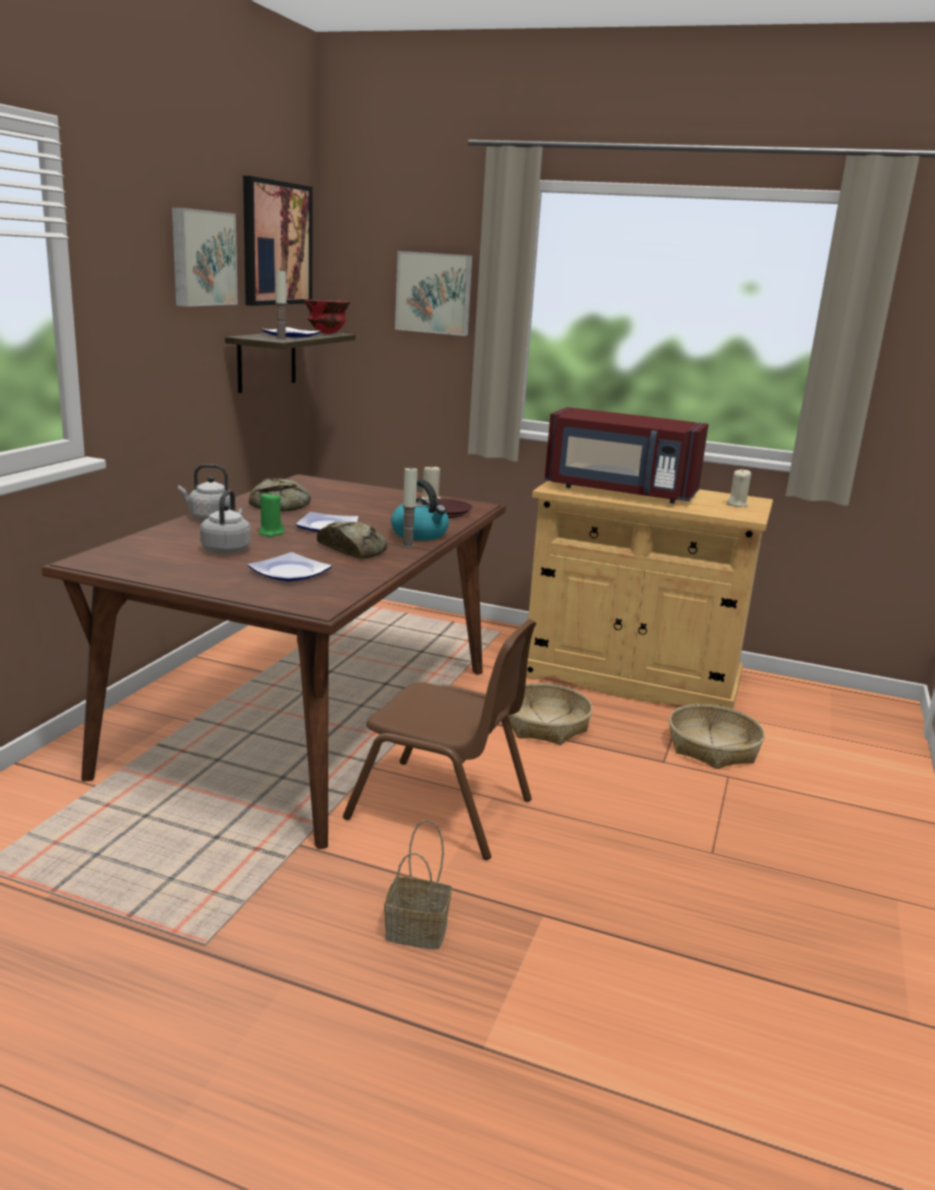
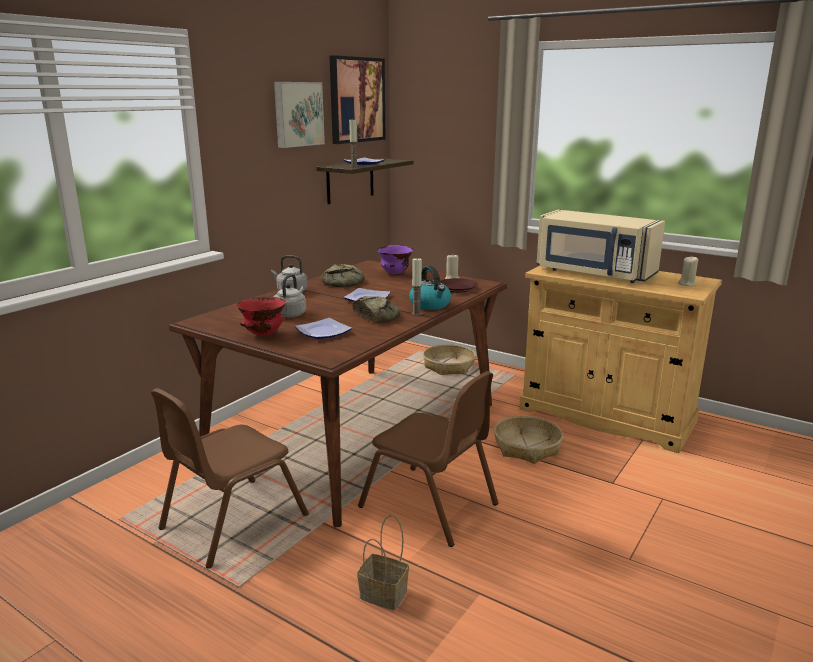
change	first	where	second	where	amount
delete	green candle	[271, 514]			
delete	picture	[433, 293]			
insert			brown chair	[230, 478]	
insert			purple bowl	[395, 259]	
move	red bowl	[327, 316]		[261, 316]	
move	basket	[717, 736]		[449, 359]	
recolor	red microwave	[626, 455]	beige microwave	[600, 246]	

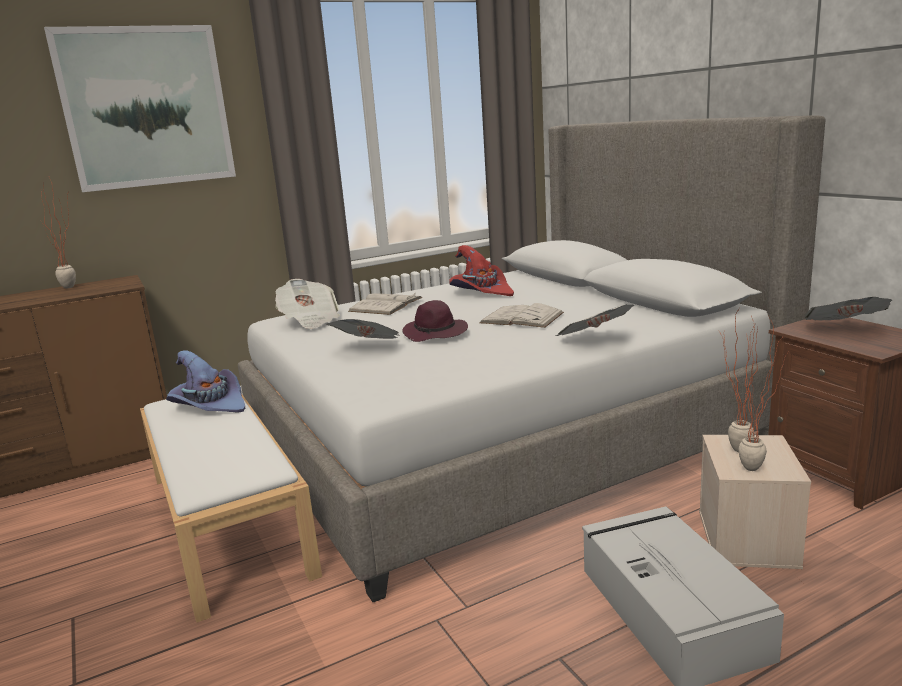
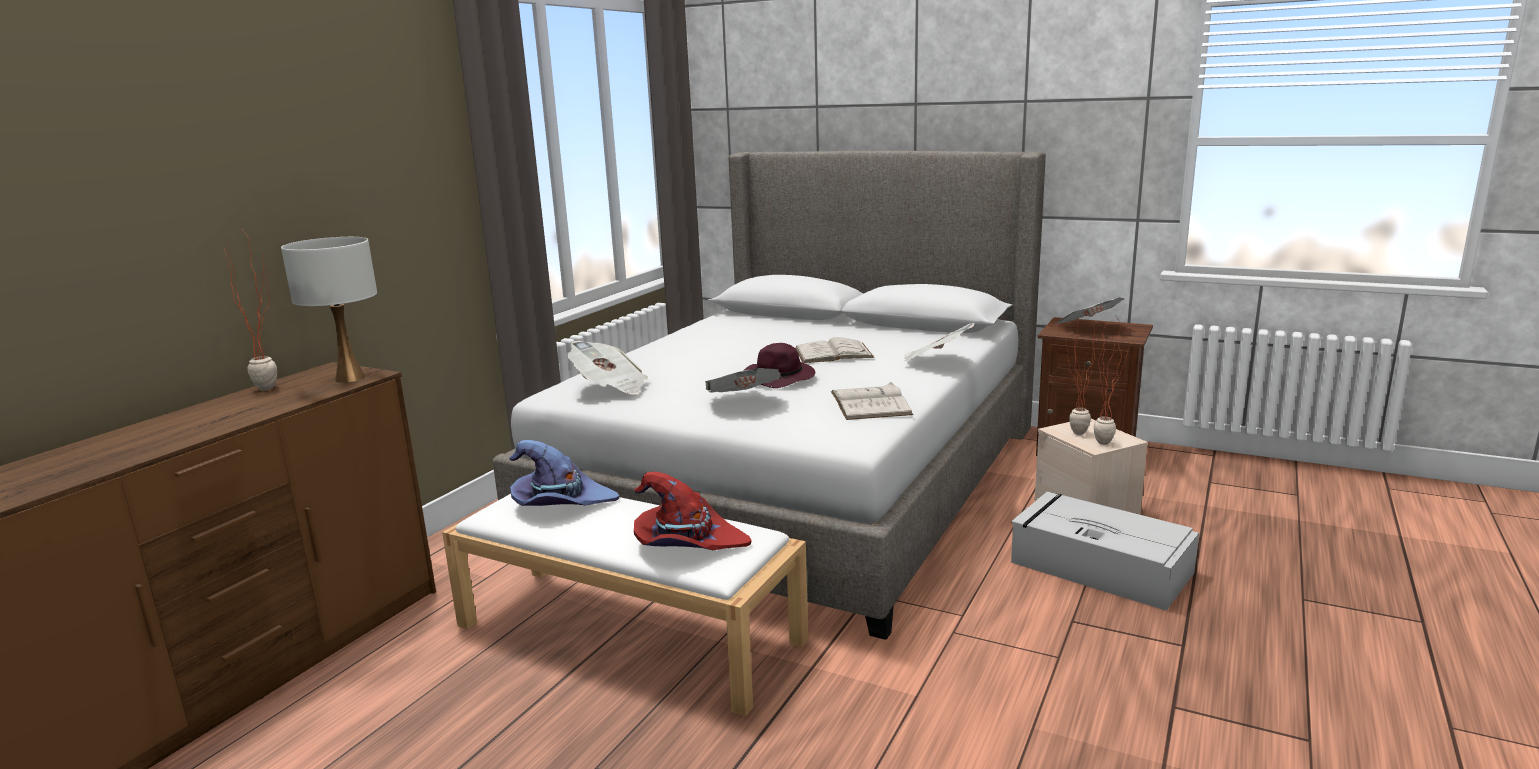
change	first	where	second	where	amount
delete	picture	[140, 108]			
insert			white table lamp	[329, 310]	
move	white book	[385, 304]		[872, 401]	
move	red hat	[481, 270]		[693, 511]	

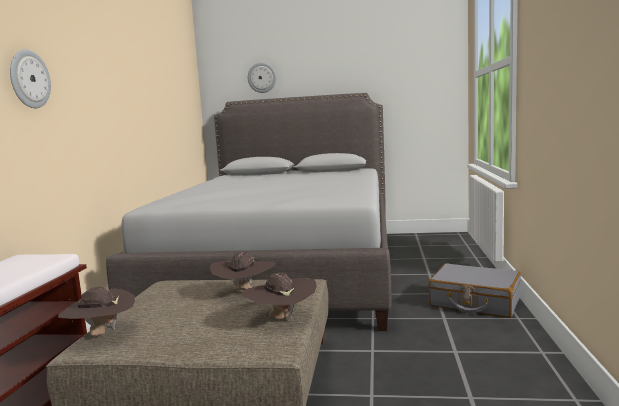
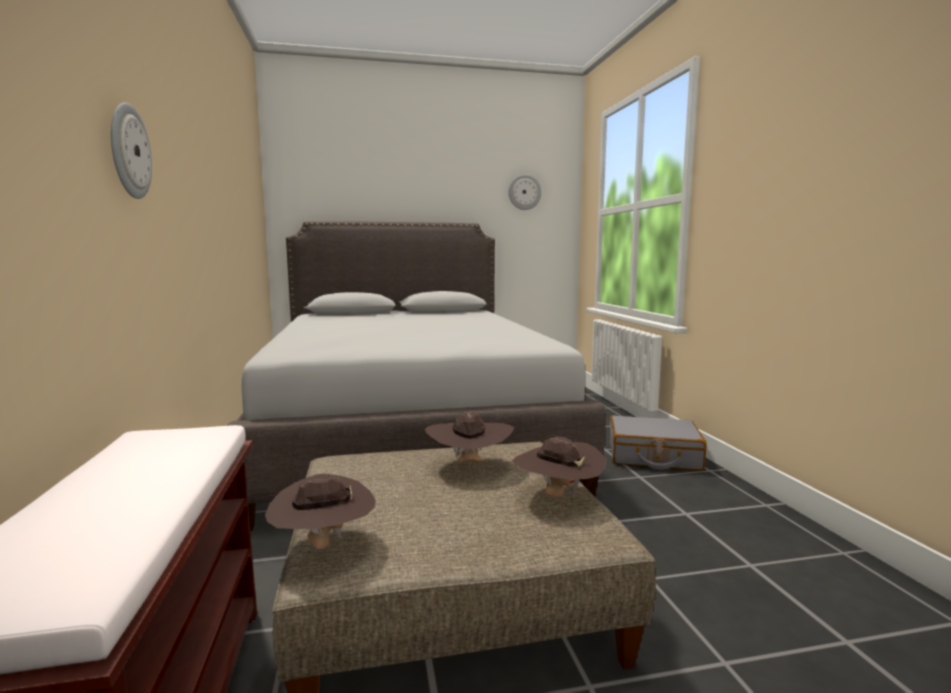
change	first	where	second	where	amount
move	wall clock	[262, 77]		[525, 192]	

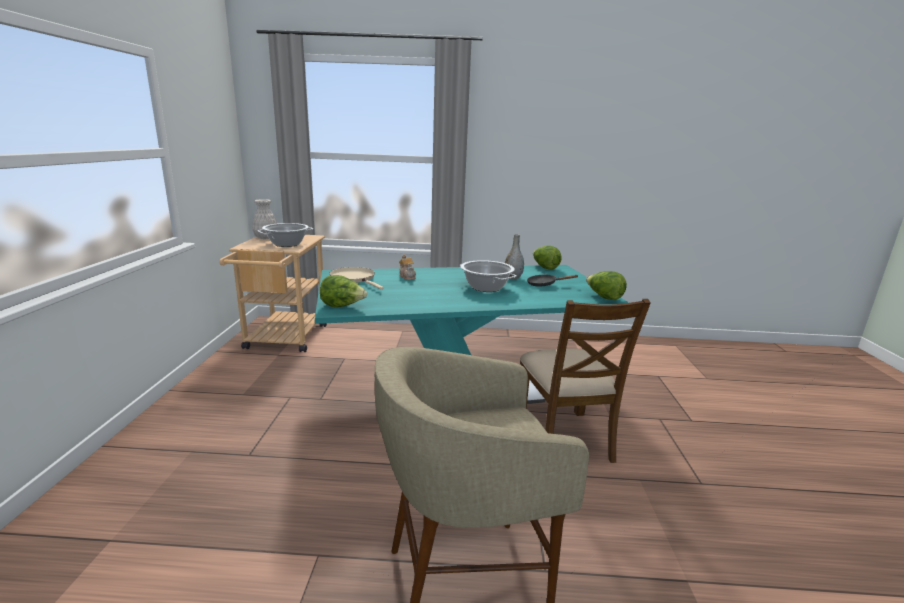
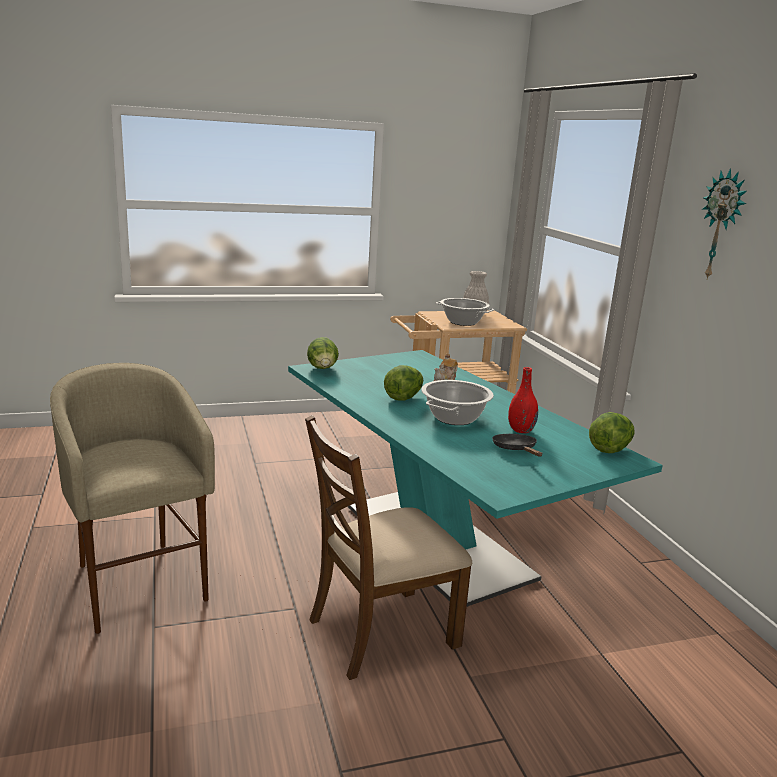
change	first	where	second	where	amount
delete	beige frying pan	[356, 278]			
insert			wall clock	[725, 223]	
move	lettuce	[606, 285]		[403, 383]	
recolor	grey vase	[514, 256]	red vase	[523, 400]	

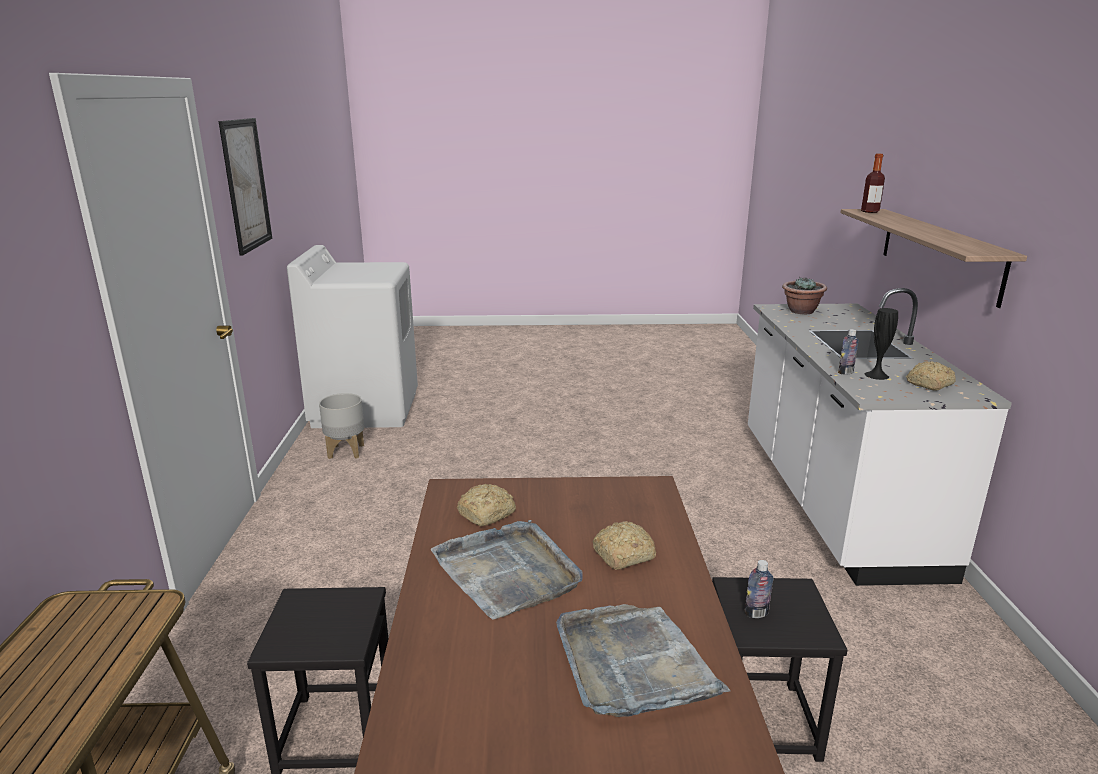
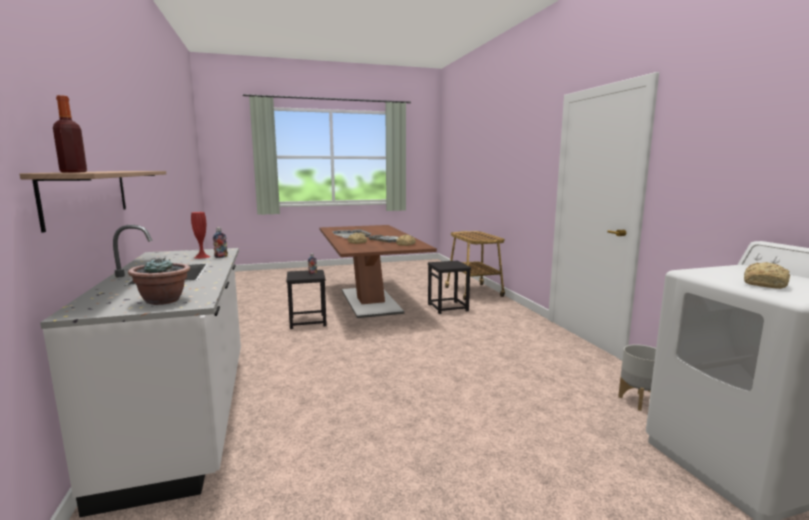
change	first	where	second	where	amount
delete	picture	[245, 187]			
move	bread	[931, 375]		[767, 275]	
recolor	black vase	[881, 344]	red vase	[200, 235]	

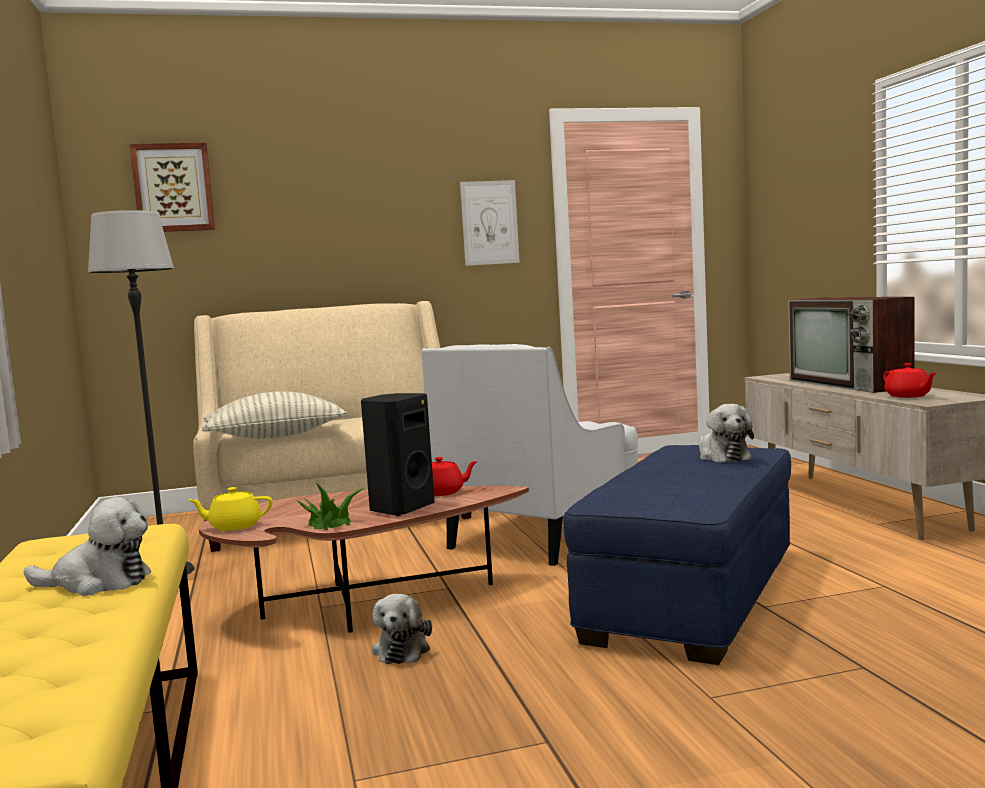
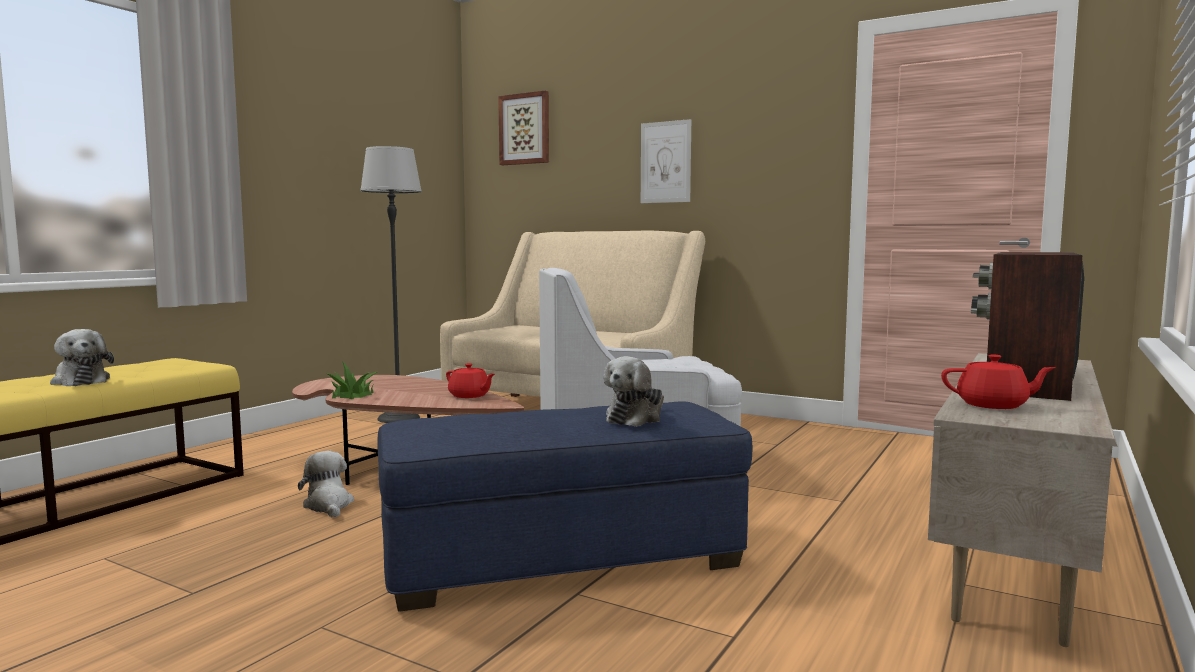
change	first	where	second	where	amount
delete	yellow teapot	[231, 509]			
delete	pillow	[275, 415]			
delete	black speaker	[398, 454]			
move	picture	[490, 223]		[666, 161]	
rotate	plush toy	[402, 629]		[326, 484]	105 degrees clockwise
rotate	red teapot	[909, 380]		[998, 381]	105 degrees counterclockwise

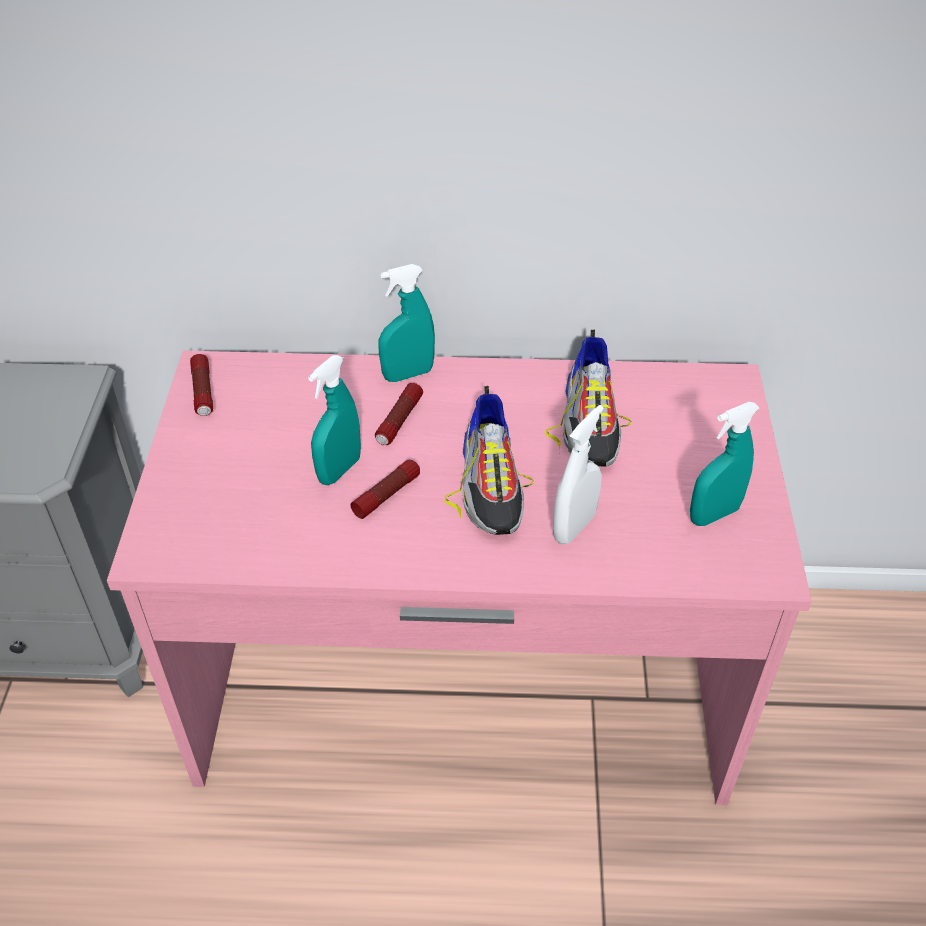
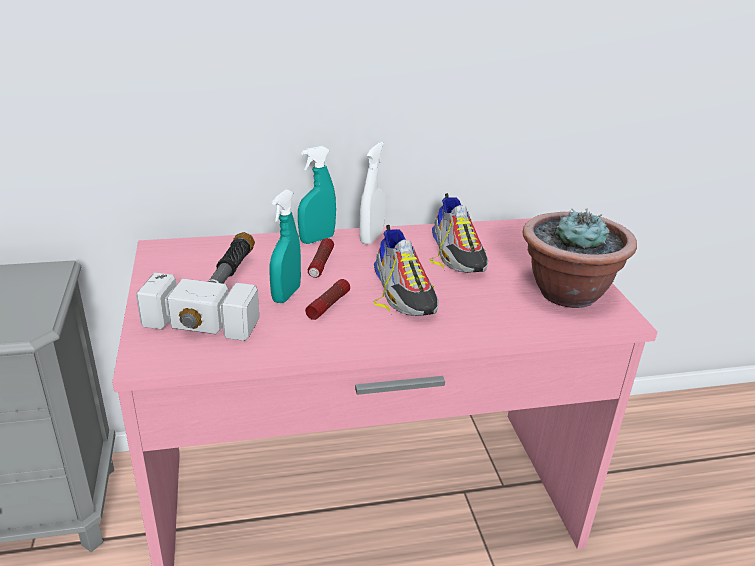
change	first	where	second	where	amount
delete	flashlight	[201, 385]			
insert			hammer	[197, 286]	
move	white spray bottle	[578, 474]		[372, 193]	
replace	turquoise spray bottle	[725, 464]	potted plant	[580, 258]	

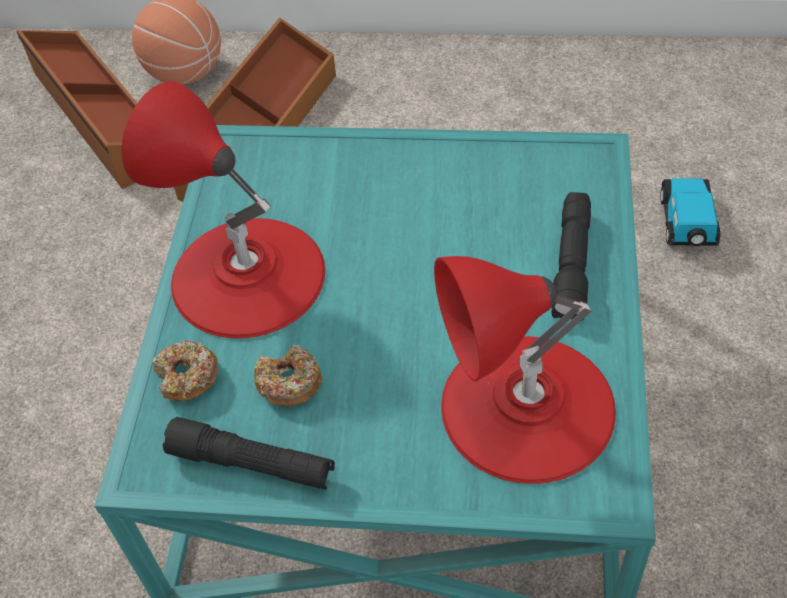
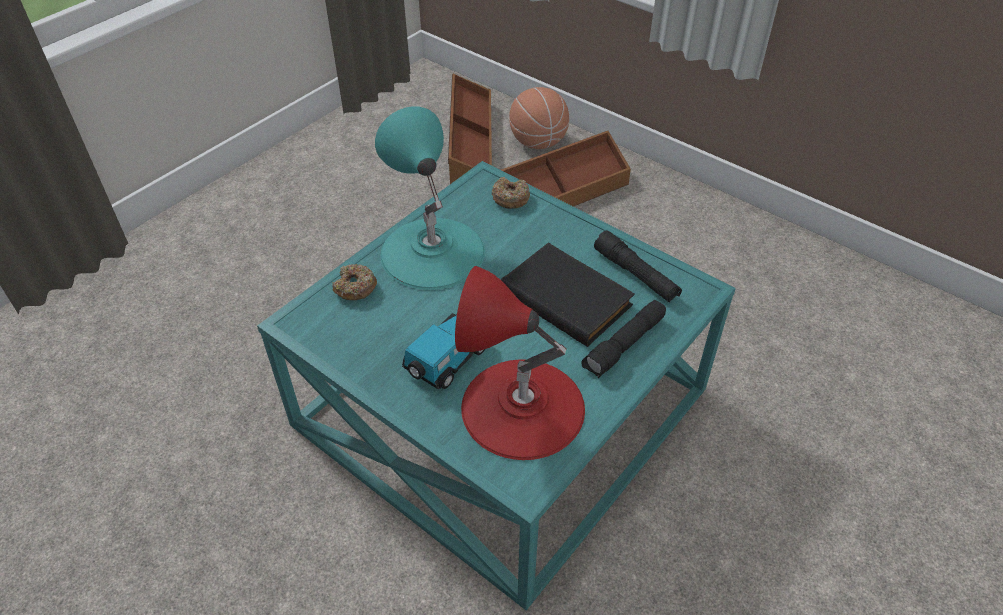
change	first	where	second	where	amount
insert			black book	[568, 295]	
move	black flashlight	[249, 453]		[638, 267]	
move	donut	[288, 376]		[511, 193]	
move	toy car	[690, 212]		[443, 351]	
recolor	red table lamp	[223, 210]	turquoise table lamp	[430, 198]	

